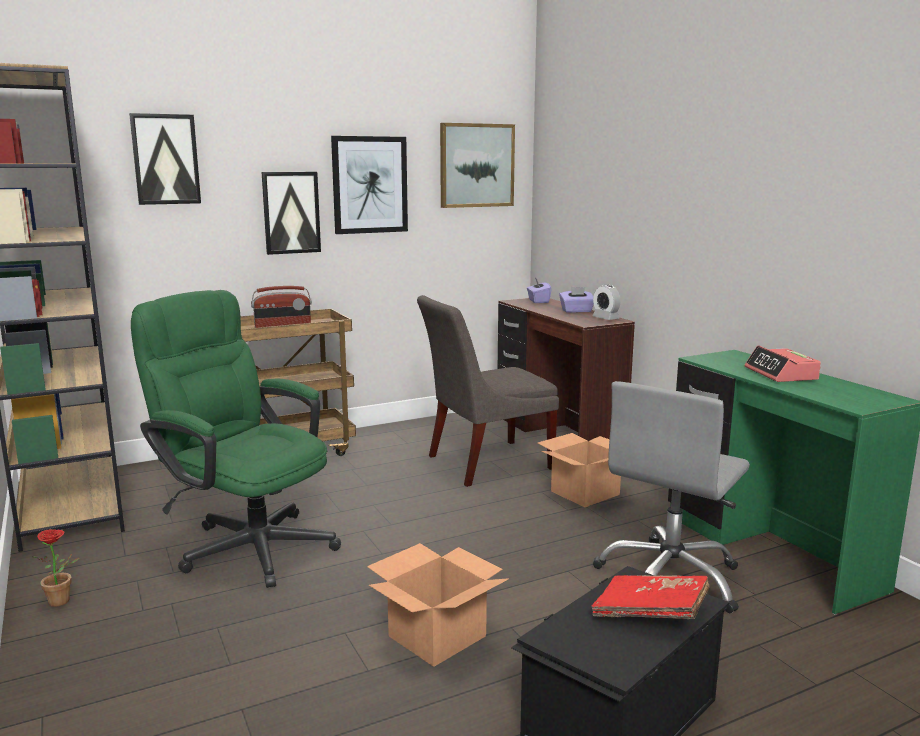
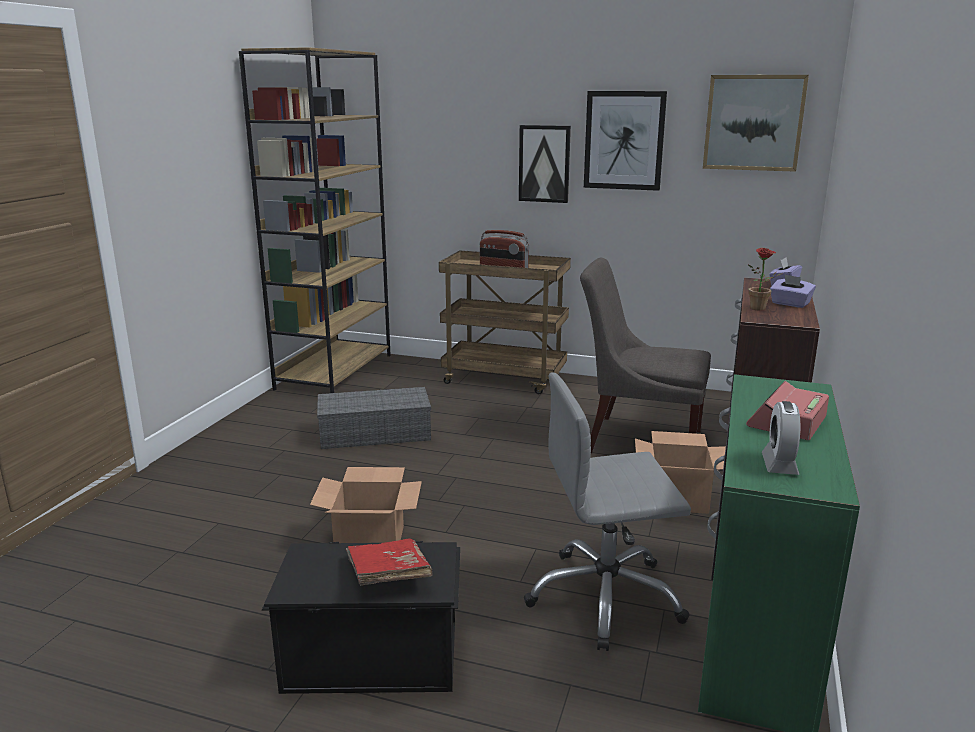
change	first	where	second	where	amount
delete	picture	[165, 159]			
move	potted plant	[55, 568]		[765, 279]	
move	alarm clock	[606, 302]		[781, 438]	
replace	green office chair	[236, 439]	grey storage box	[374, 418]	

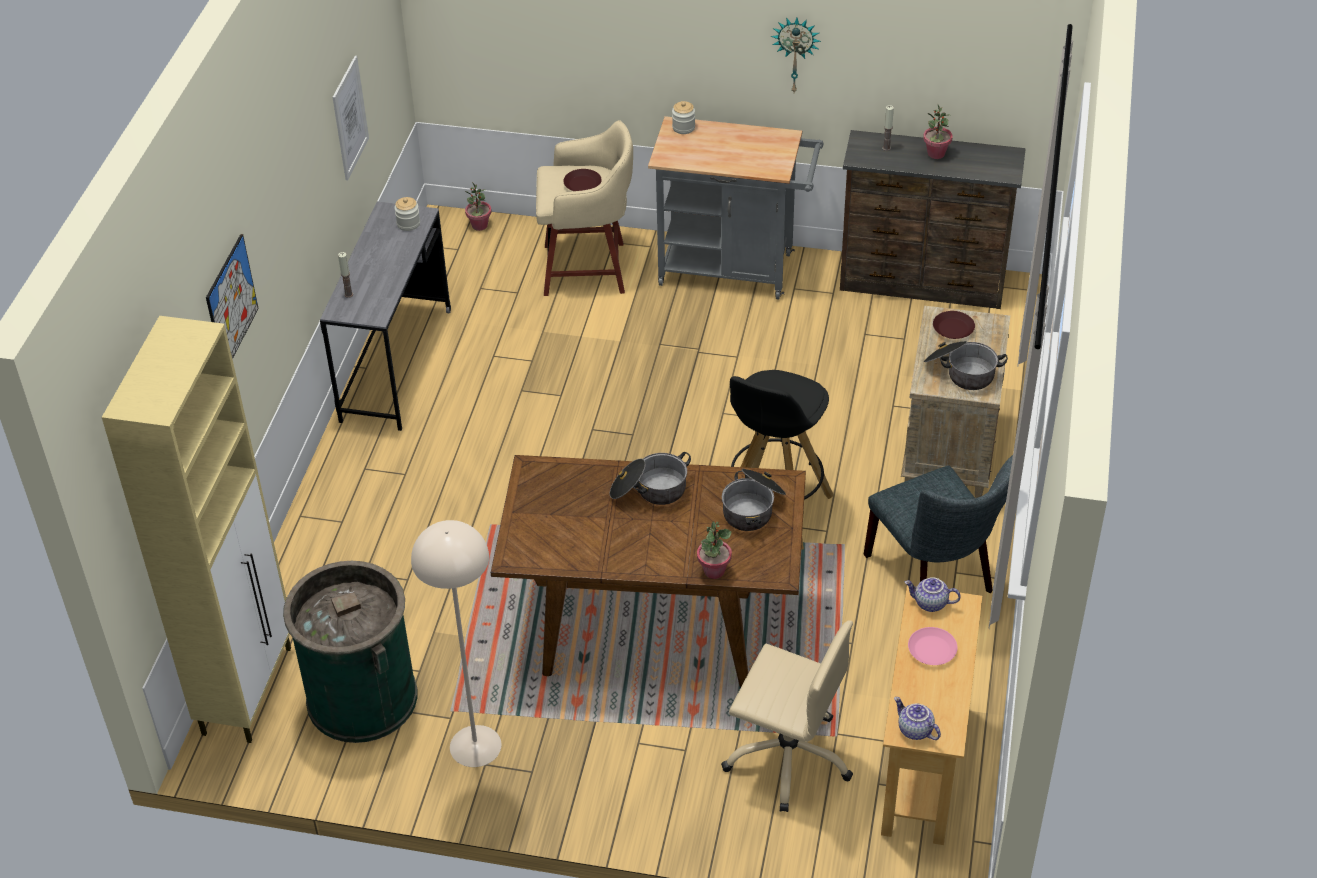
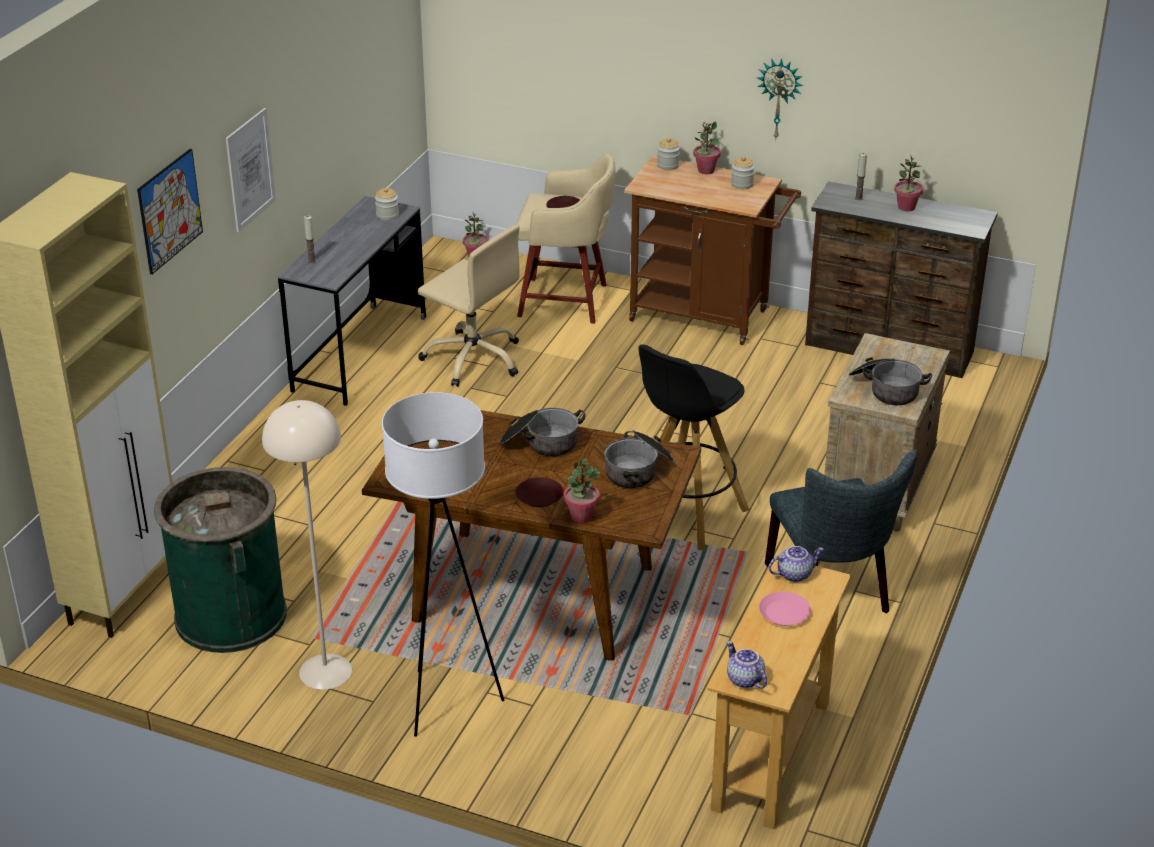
change	first	where	second	where	amount
insert			white floor lamp	[443, 564]	
insert			potted plant	[707, 147]	
insert			jar	[743, 172]	
move	picture	[351, 118]		[251, 170]	
move	beige office chair	[787, 716]		[469, 306]	
move	brown plate	[954, 325]		[539, 492]	
recolor	grey cart	[736, 207]	brown cart	[712, 250]	
rotate	teapot	[933, 594]		[796, 564]	135 degrees clockwise

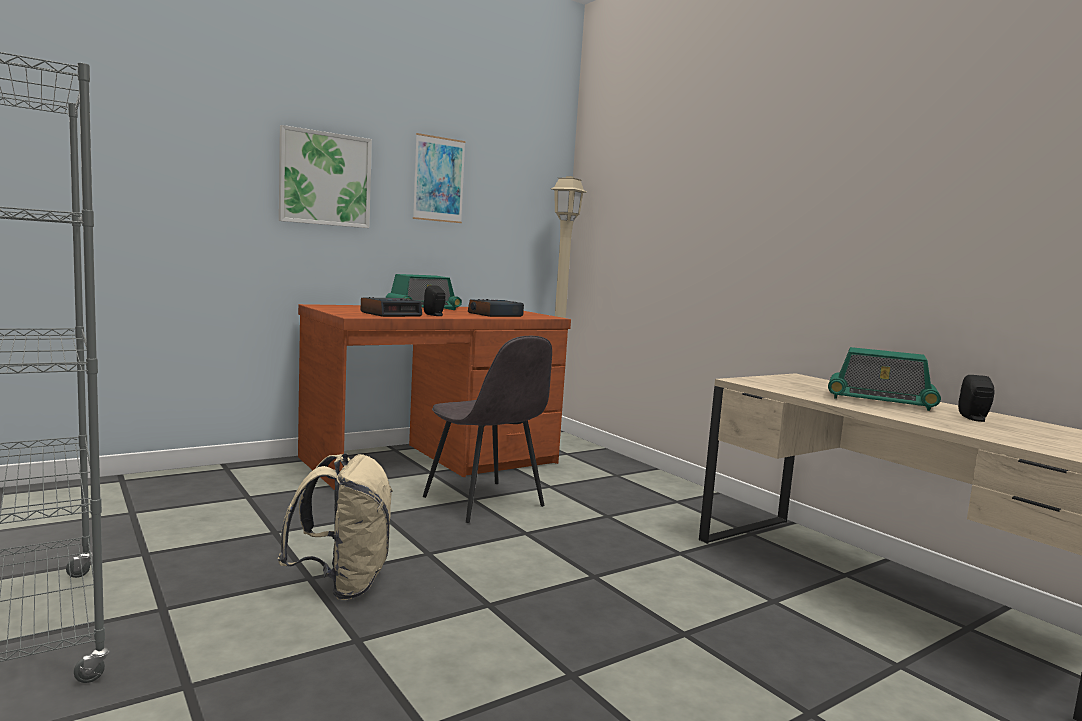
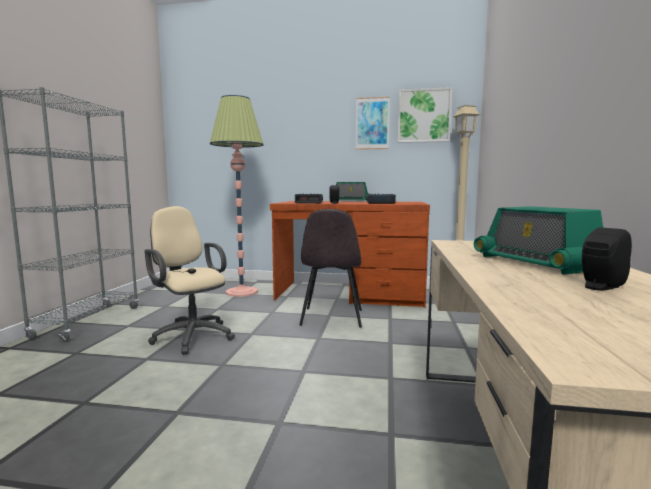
change	first	where	second	where	amount
insert			floor lamp	[237, 196]	
move	picture	[325, 176]		[425, 115]	
replace	beige backpack	[335, 526]	beige office chair	[190, 280]	

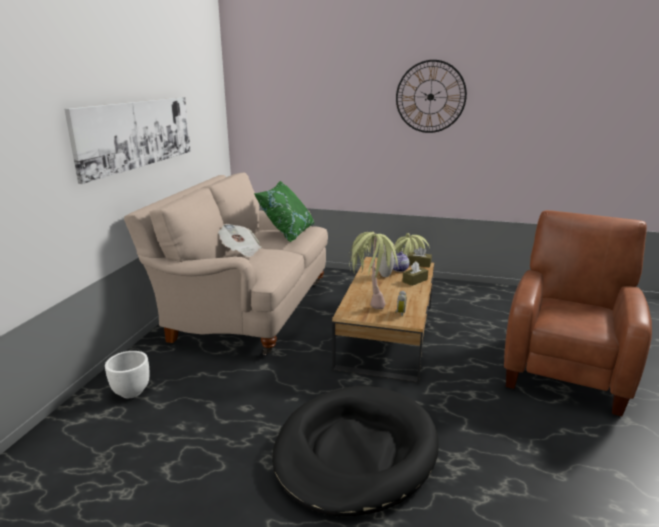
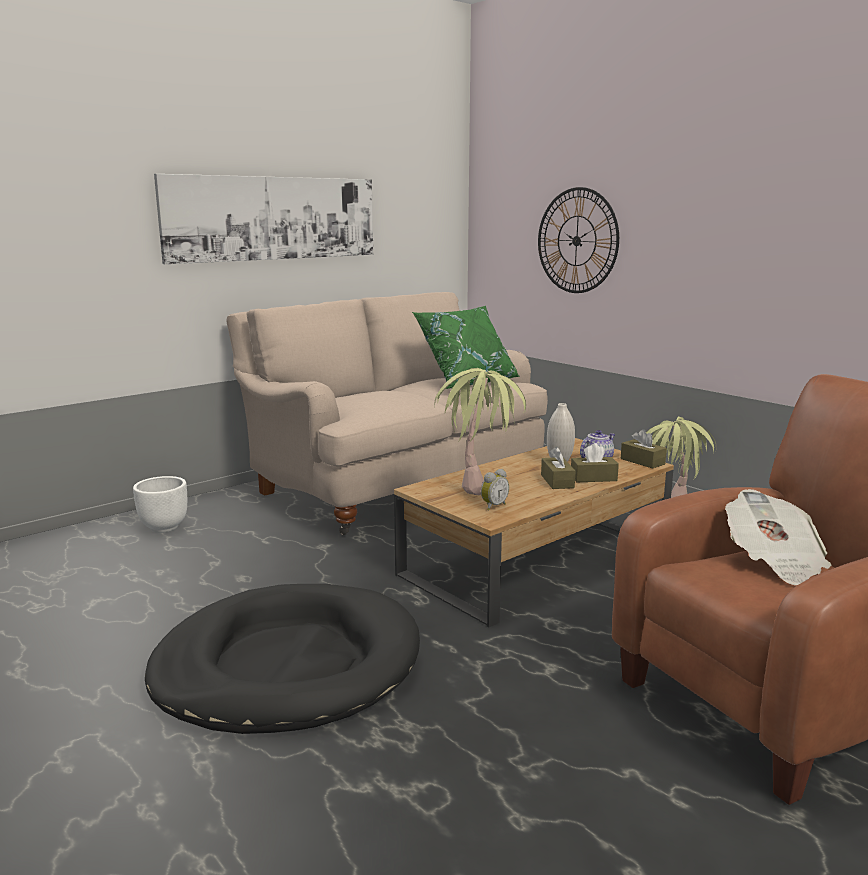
change	first	where	second	where	amount
insert			brown tissue box	[558, 468]	
move	newspaper	[240, 240]		[778, 537]	
move	wall clock	[431, 96]		[578, 240]	

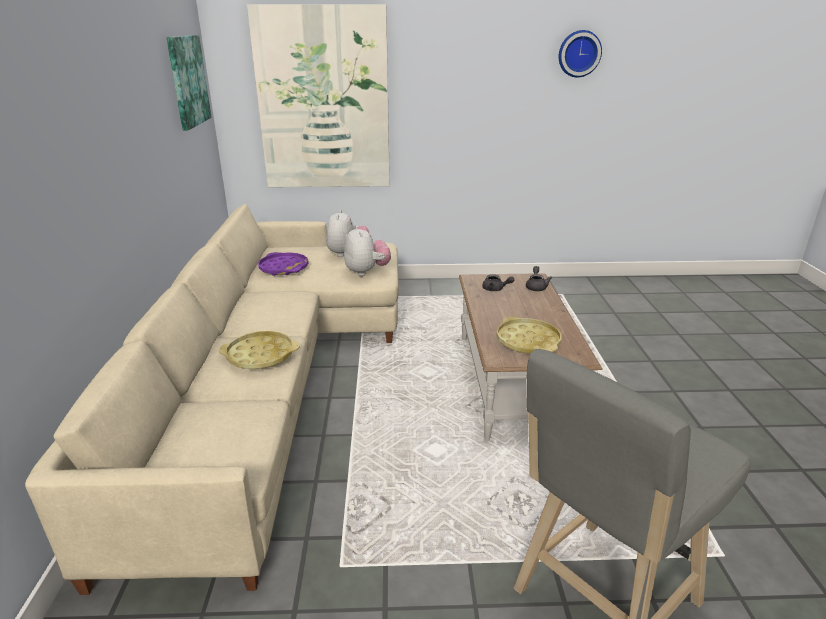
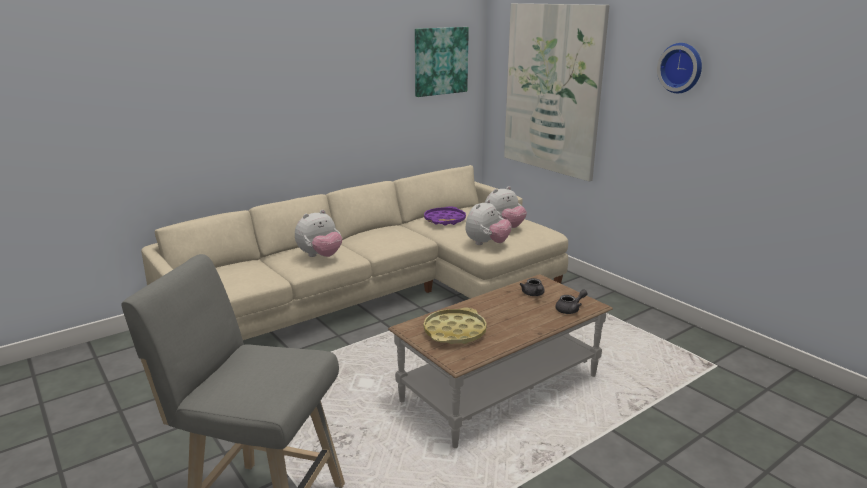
change	first	where	second	where	amount
move	wall clock	[580, 54]		[679, 68]	
replace	yellow tray	[259, 350]	plush toy	[318, 233]	

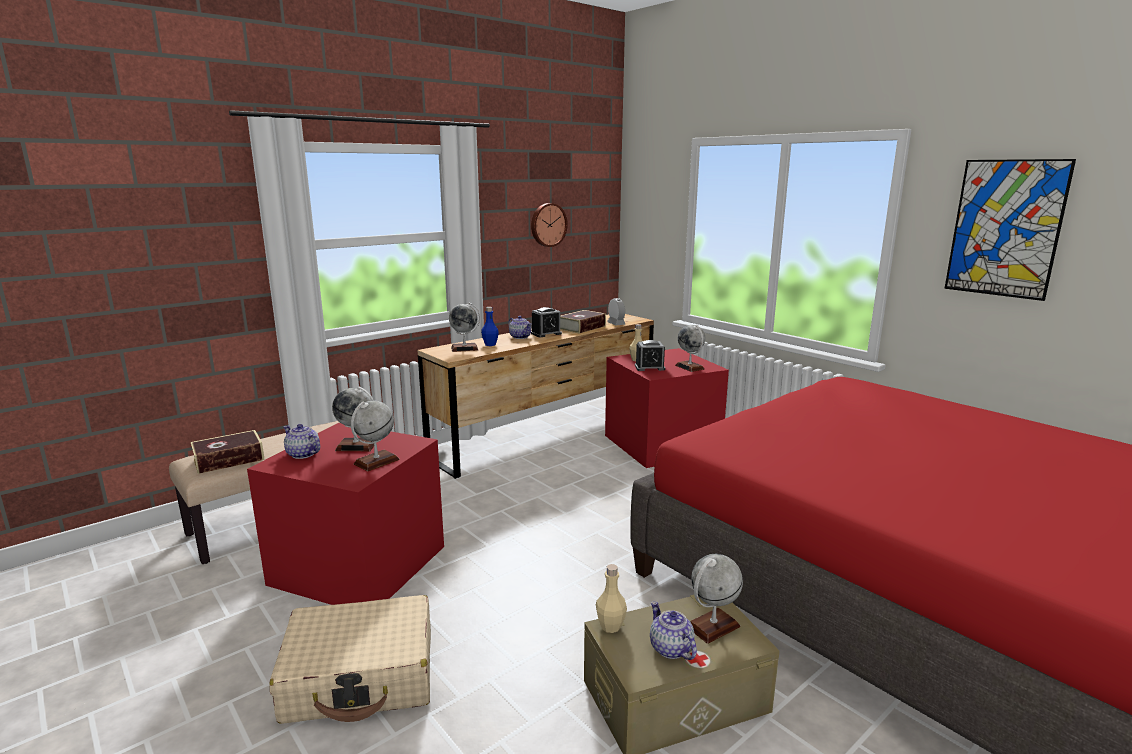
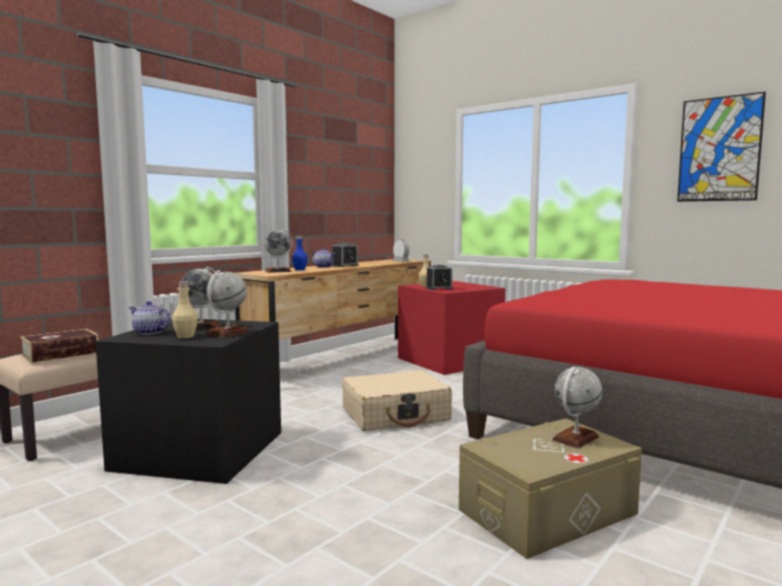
change	first	where	second	where	amount
delete	wall clock	[549, 225]			
delete	book	[583, 322]			
delete	teapot	[673, 631]			
delete	globe	[690, 348]			
move	beige suitcase	[350, 659]		[397, 400]	
move	beige bottle	[611, 598]		[185, 310]	
recolor	red storage box	[345, 514]	black storage box	[188, 401]	

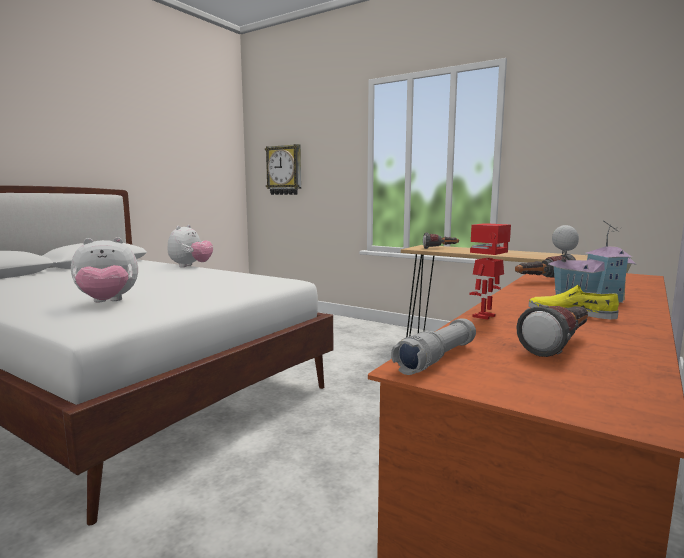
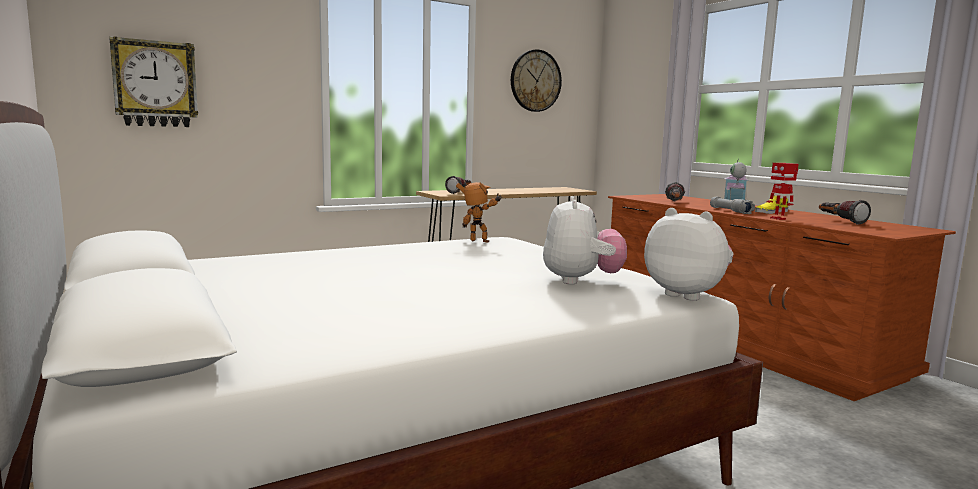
change	first	where	second	where	amount
insert			toy robot	[479, 212]	
insert			wall clock	[536, 80]	
move	plush toy	[190, 246]		[689, 254]	
move	grey flashlight	[433, 346]		[732, 205]	

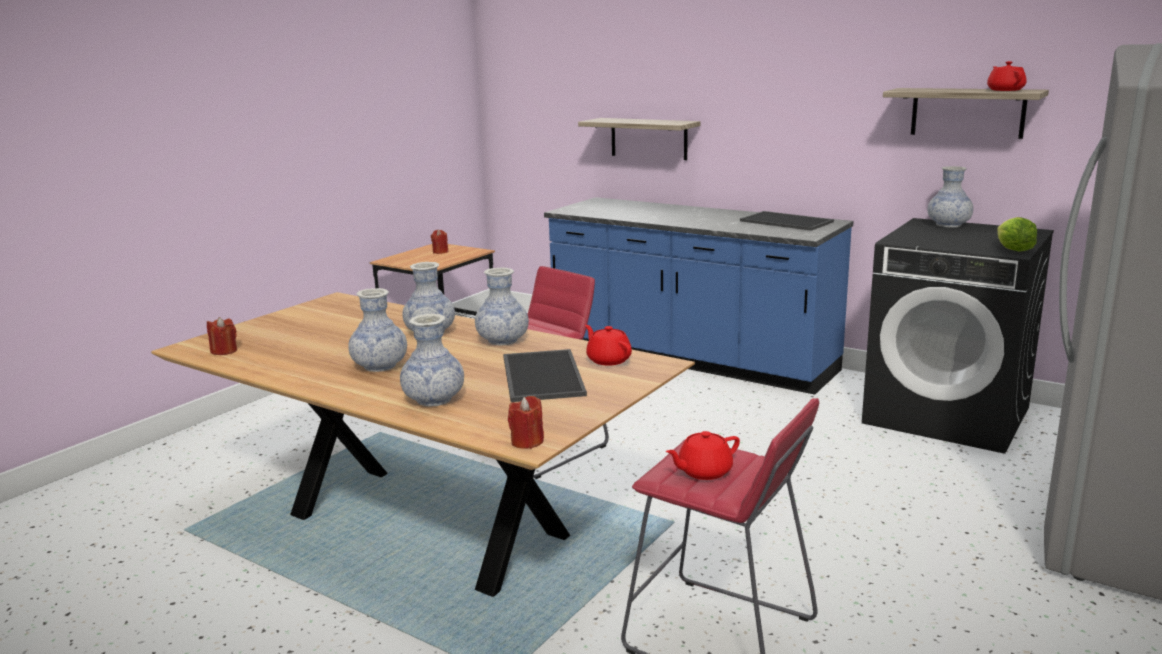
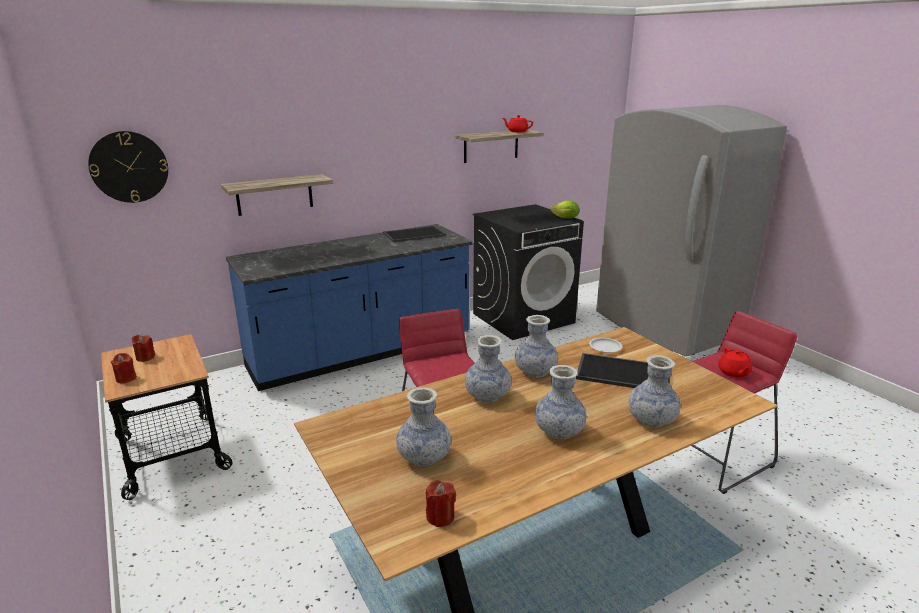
change	first	where	second	where	amount
insert			wall clock	[128, 167]	
move	red candle	[526, 422]		[123, 368]	
move	vase	[950, 197]		[423, 427]	
replace	red teapot	[608, 345]	white plate	[606, 345]	

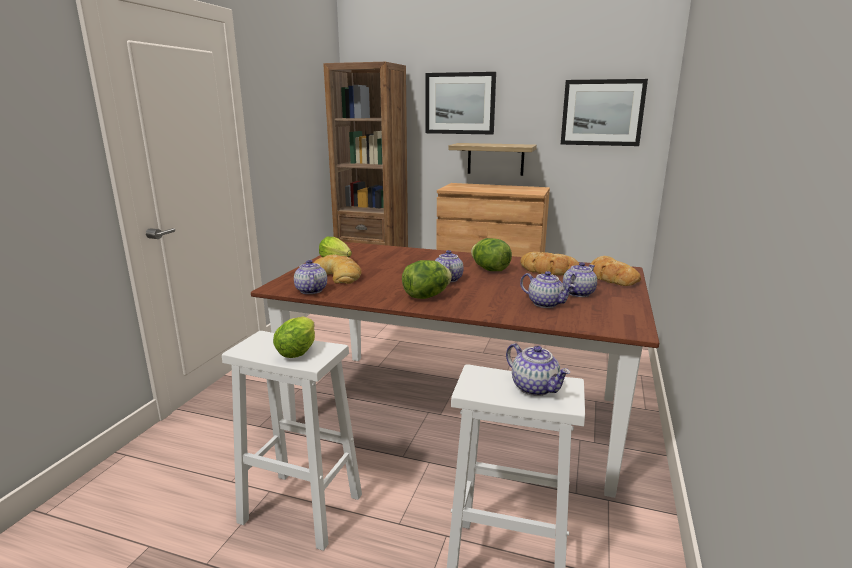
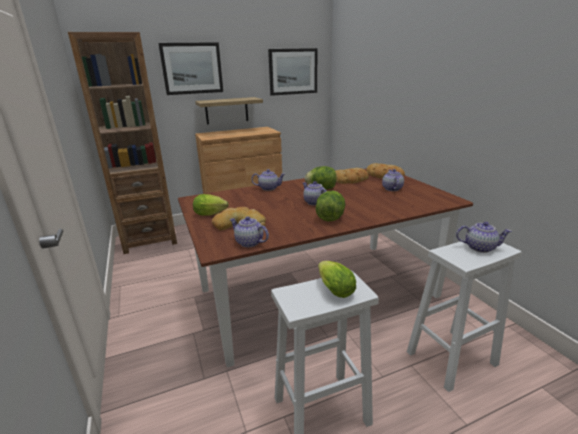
change	first	where	second	where	amount
move	teapot	[547, 289]		[268, 180]	

